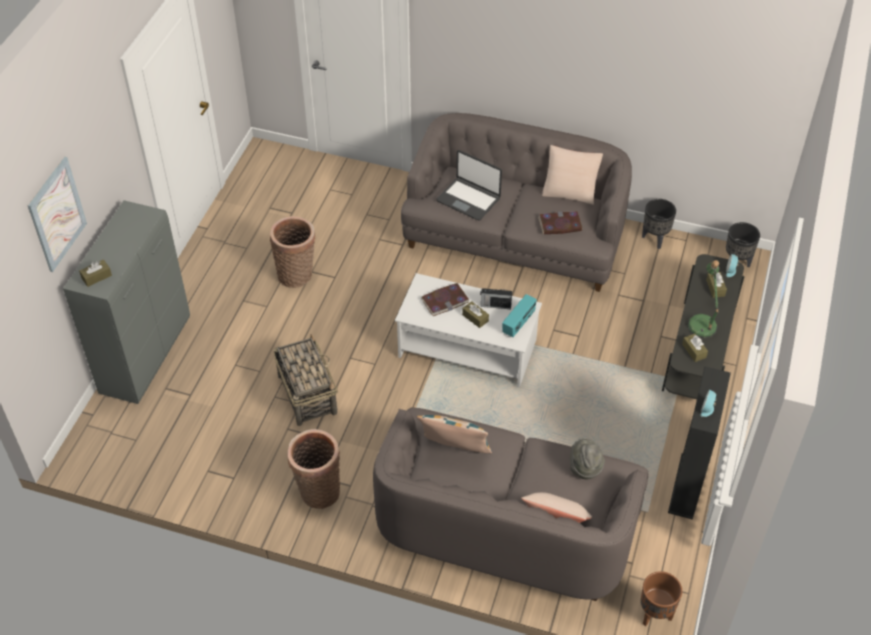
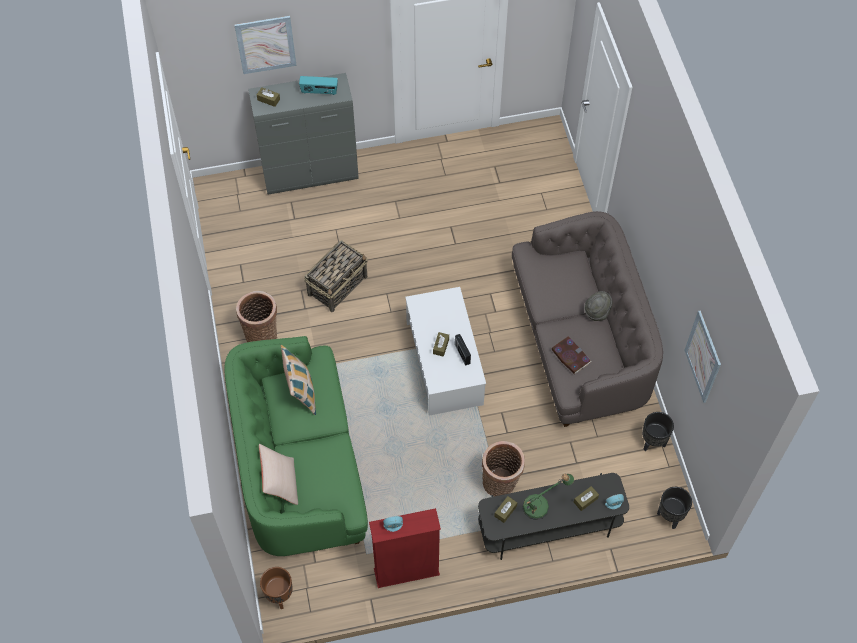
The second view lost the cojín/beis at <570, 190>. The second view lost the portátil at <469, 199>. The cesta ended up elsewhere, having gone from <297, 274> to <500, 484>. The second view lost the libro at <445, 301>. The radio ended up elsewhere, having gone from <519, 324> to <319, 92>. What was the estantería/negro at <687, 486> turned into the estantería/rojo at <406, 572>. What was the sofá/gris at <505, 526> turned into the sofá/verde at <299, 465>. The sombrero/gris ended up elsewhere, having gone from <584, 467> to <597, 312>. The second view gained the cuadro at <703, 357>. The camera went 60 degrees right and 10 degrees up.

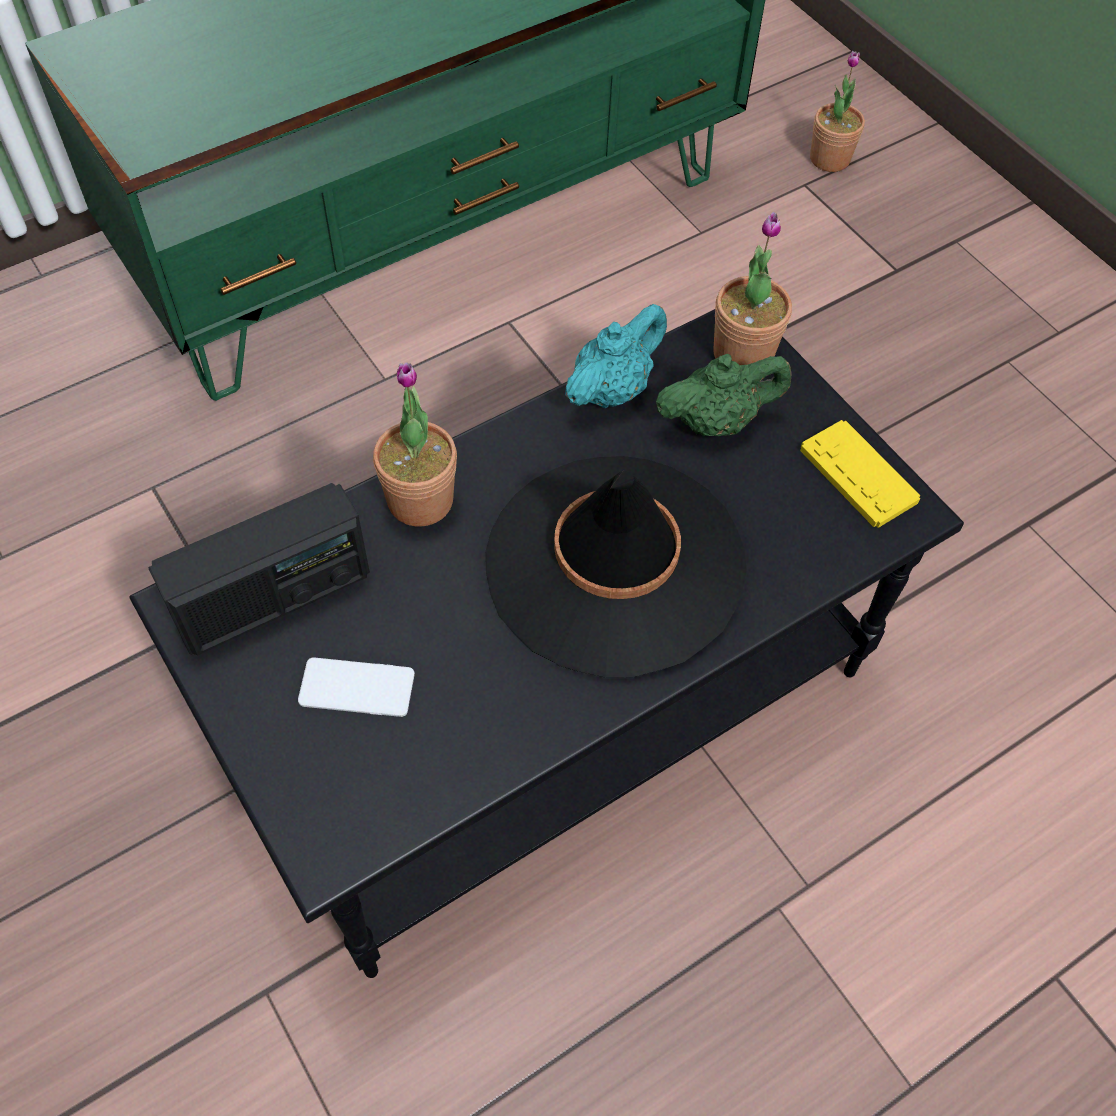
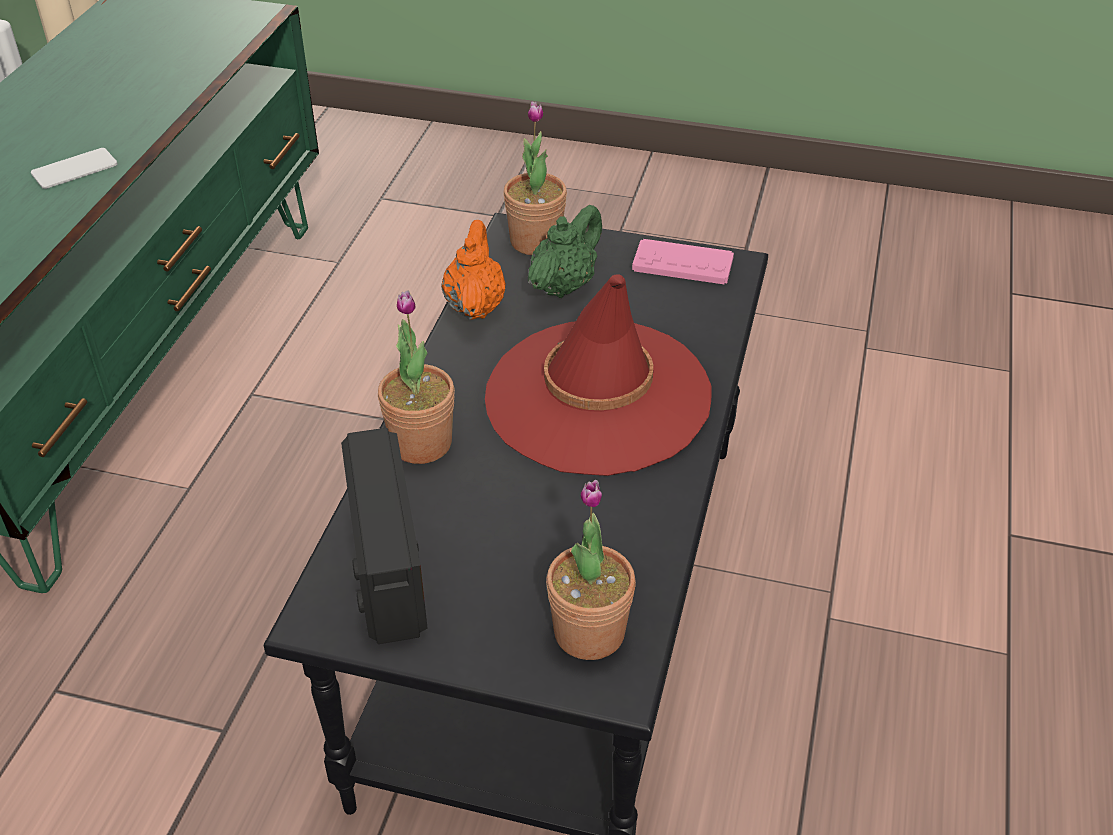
The planta en maceta ended up elsewhere, having gone from <829, 159> to <589, 632>. What was the tetera/turquesa at <612, 389> turned into the tetera/naranja at <475, 306>. What was the mando de consola/amarillo at <858, 475> turned into the mando de consola/rosa at <682, 264>. What was the sombrero/negro at <614, 564> turned into the sombrero/rojo at <597, 397>. The radio at <274, 598> ended up facing another way, 150 degrees clockwise from before. The móvil ended up elsewhere, having gone from <357, 688> to <74, 170>. The camera went 40 degrees left and 15 degrees down.

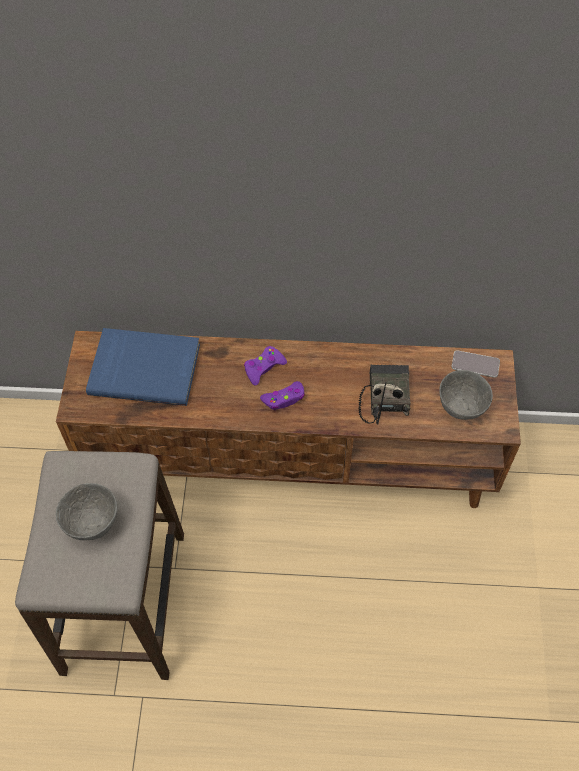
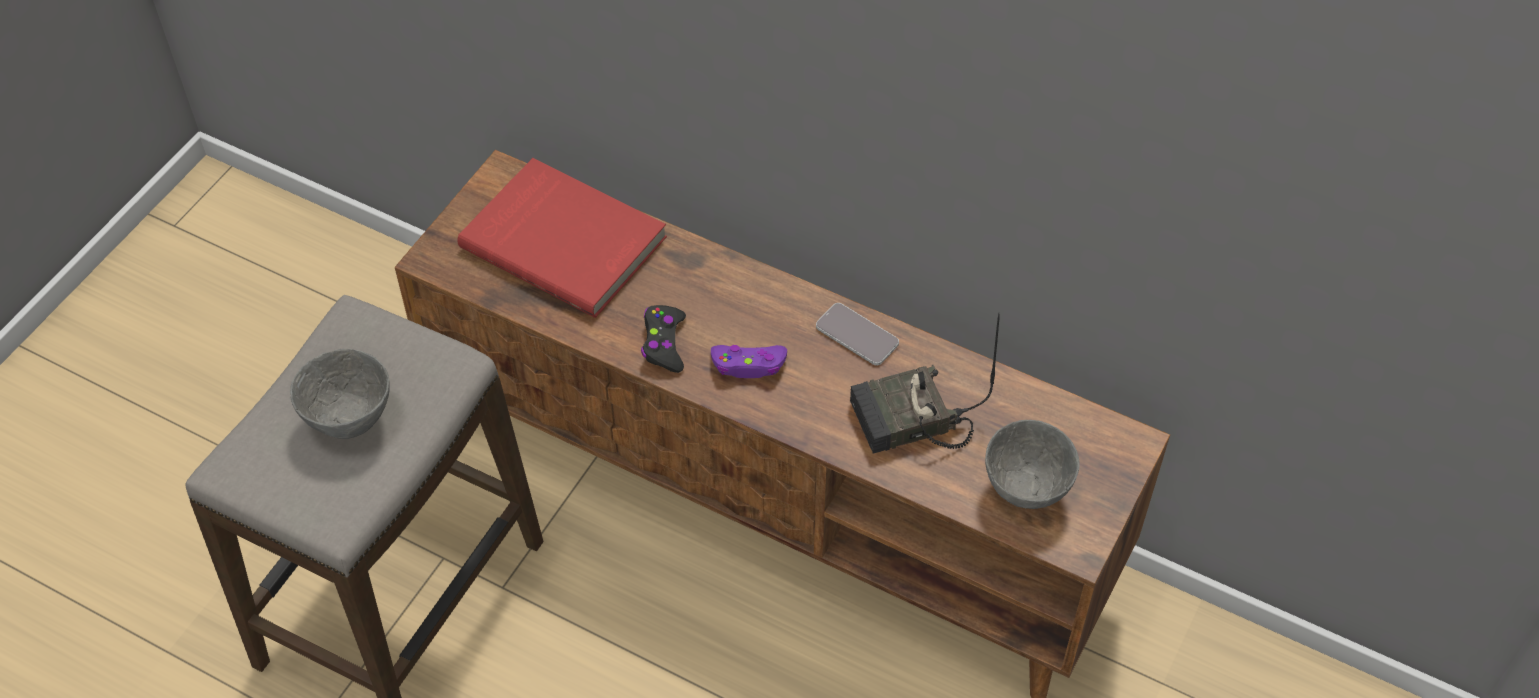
What was the libro/azul at <145, 368> turned into the libro/rojo at <565, 240>. The second view lost the mando de consola/morado at <264, 368>. The móvil ended up elsewhere, having gone from <475, 364> to <857, 335>. The radio at <384, 396> ended up facing another way, 135 degrees counterclockwise from before. The second view gained the mando de consola/negro at <664, 344>. The camera went 25 degrees right and 5 degrees down.

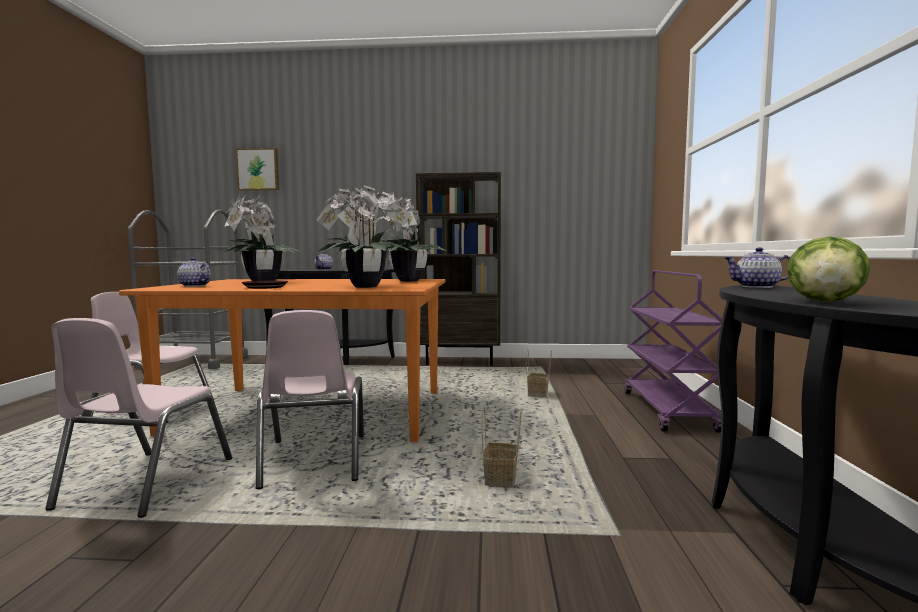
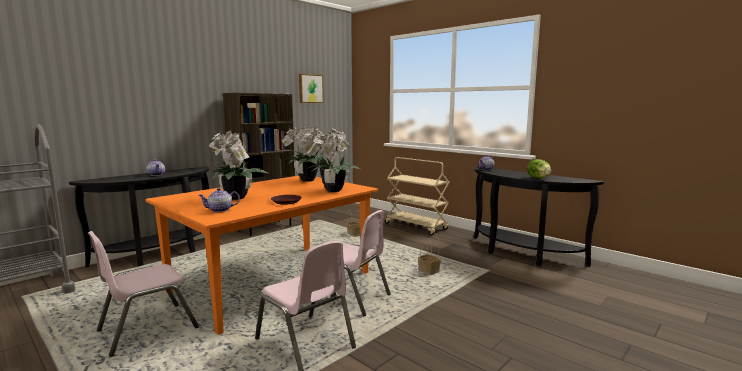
The cuadro ended up elsewhere, having gone from <258, 169> to <310, 88>. What was the carrito/morado at <668, 411> turned into the carrito/beis at <416, 226>. The camera went 50 degrees left and 5 degrees up.

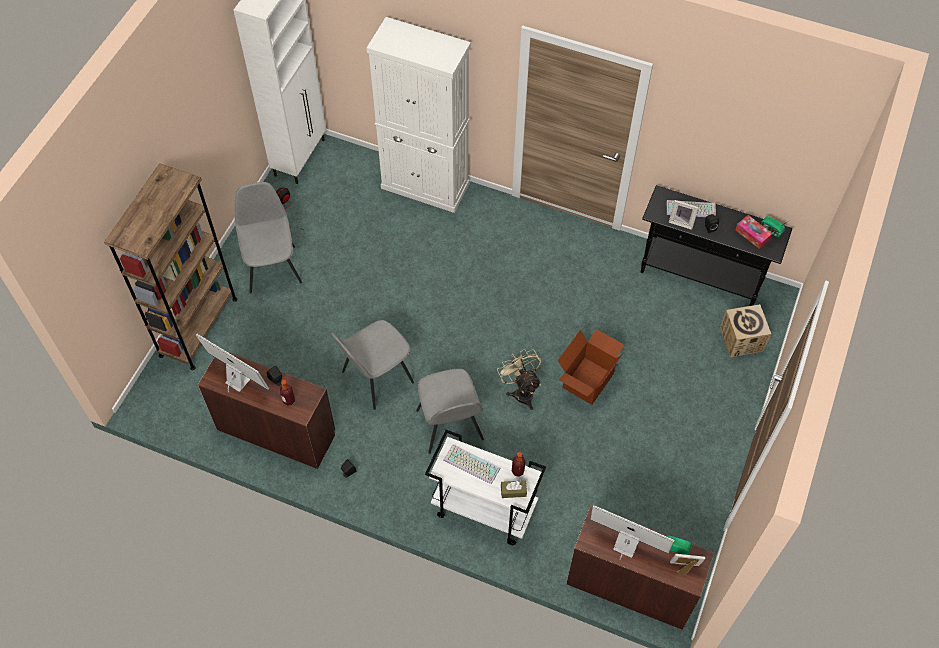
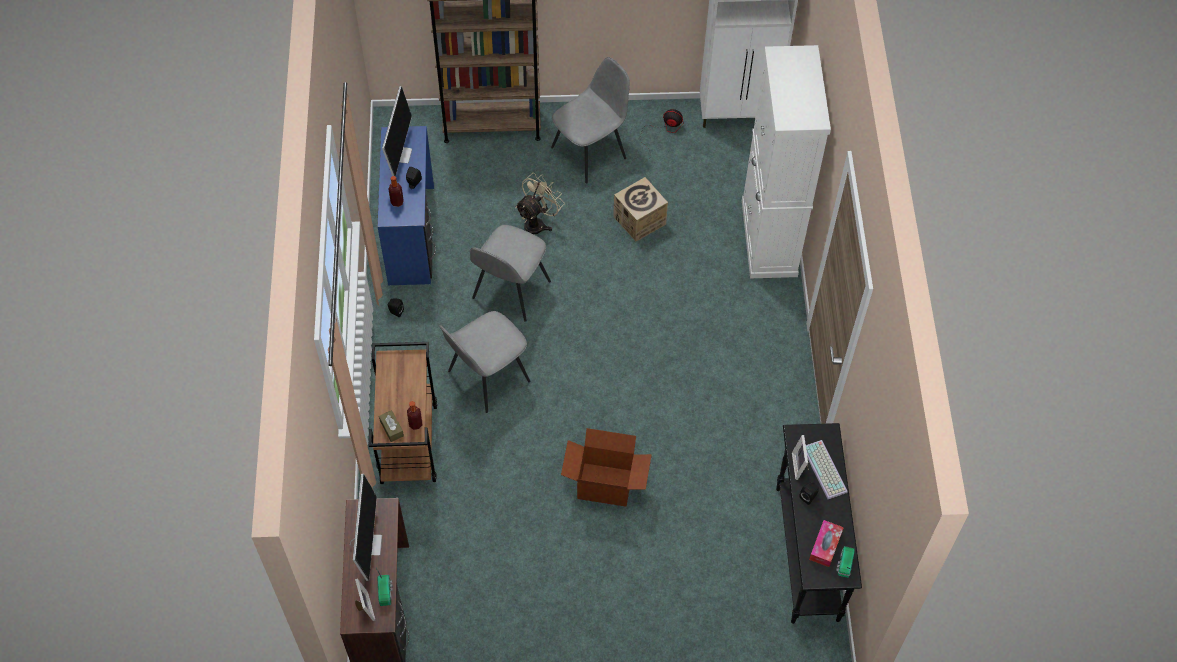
The caja de cartón ended up elsewhere, having gone from <741, 339> to <639, 220>. The silla/gris at <376, 378> ended up facing another way, 90 degrees counterclockwise from before. The ventilador/beis ended up elsewhere, having gone from <521, 391> to <537, 223>. What was the escritorio/marrón at <276, 430> turned into the escritorio/azul at <412, 235>. What was the carrito/blanco at <483, 509> turned into the carrito/marrón at <408, 442>. The second view lost the teclado at <470, 464>. The camera went 65 degrees right and 0 degrees up.

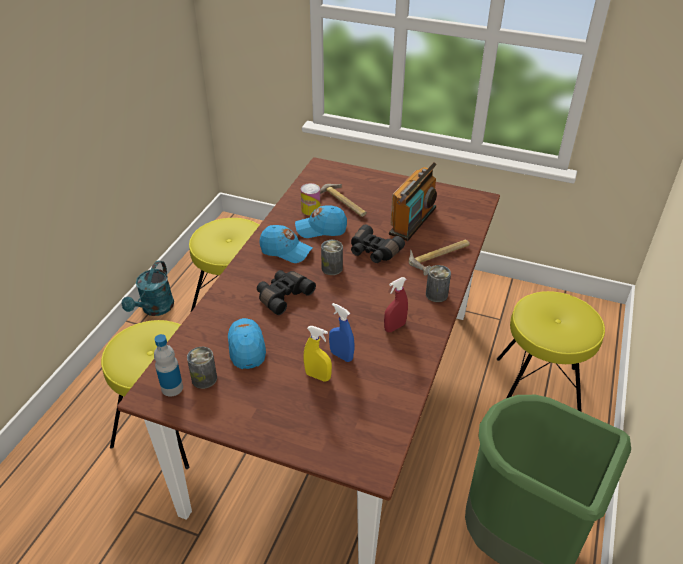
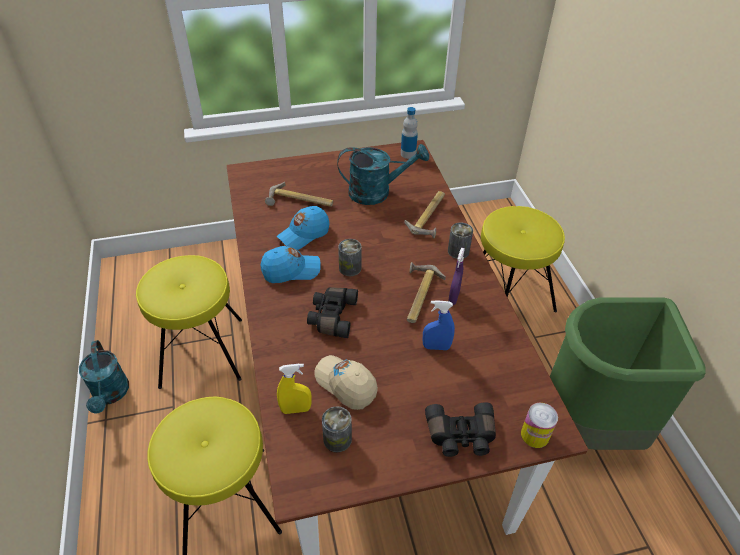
Where the radio stood at <413, 221>, the regadera/turquesa came to stand at <377, 192>. The lata ended up elsewhere, having gone from <311, 210> to <535, 435>. The prismáticos/negro ended up elsewhere, having gone from <373, 252> to <460, 436>. What was the pulverizador/rojo at <394, 327> turned into the pulverizador/morado at <453, 297>. What was the gorra/azul at <246, 347> turned into the gorra/beis at <346, 384>. The pulverizador/amarillo ended up elsewhere, having gone from <318, 376> to <296, 409>. The botella ended up elsewhere, having gone from <172, 388> to <408, 154>. The second view gained the martillo at <418, 295>. The camera went 35 degrees left and 5 degrees up.

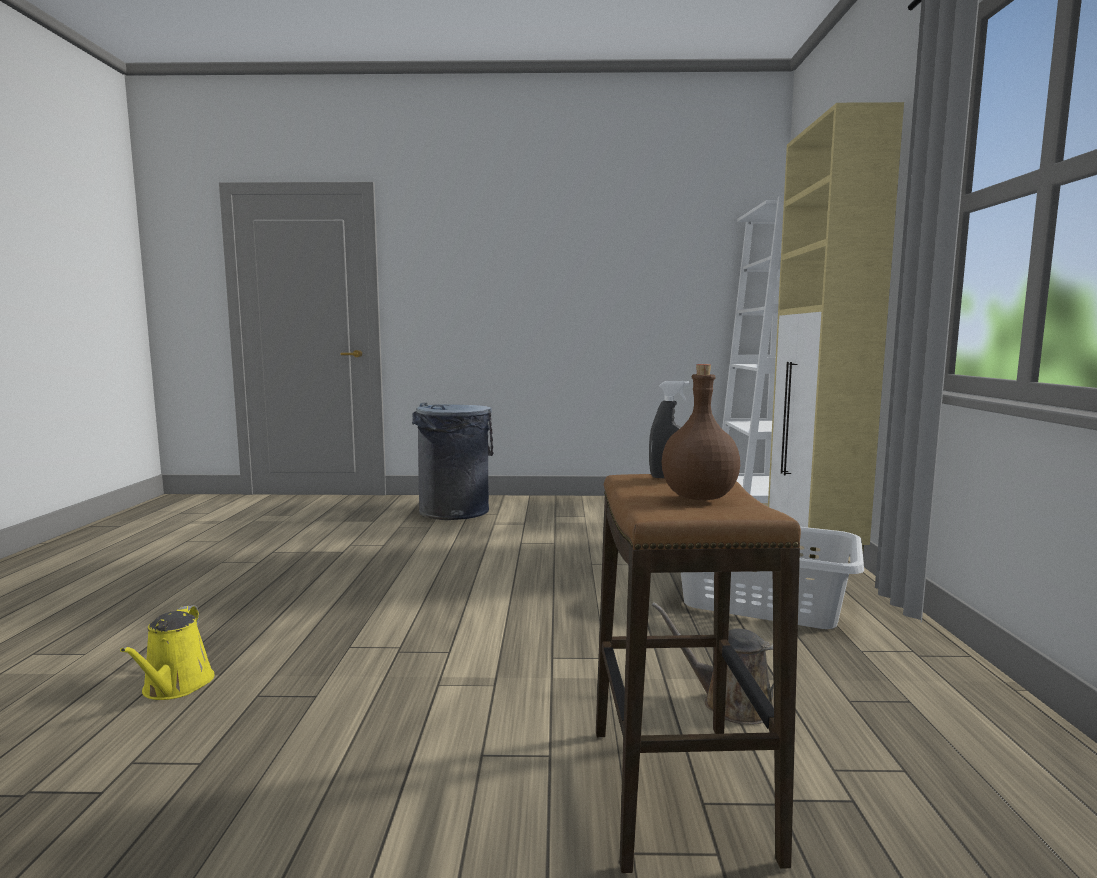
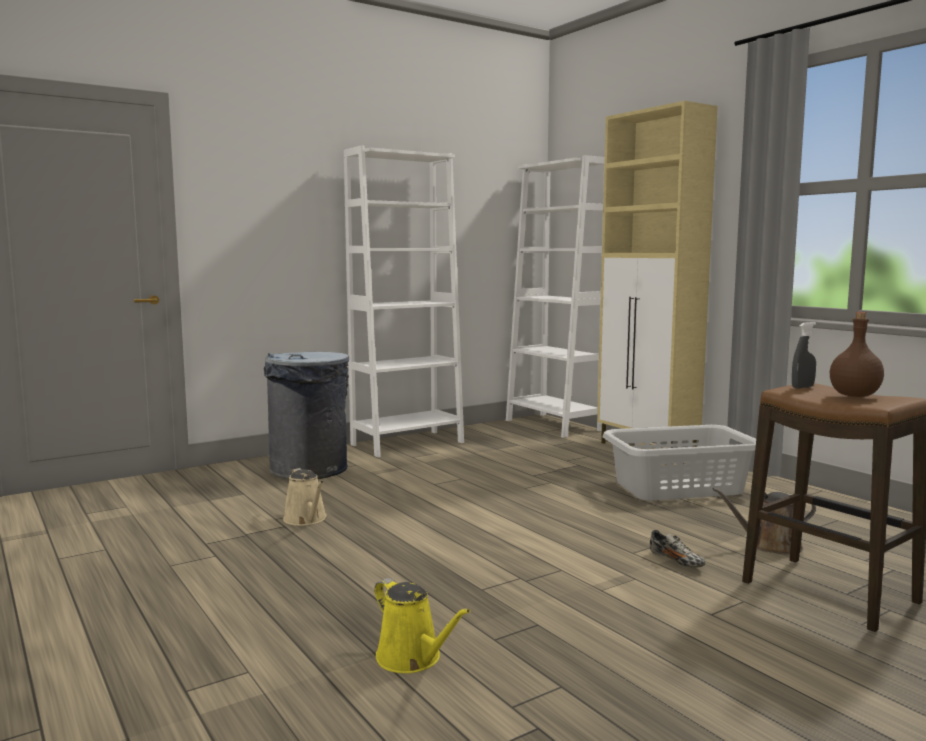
The second view gained the estantería/blanco at <407, 443>. The second view gained the regadera/beis at <306, 519>. The second view gained the zapato at <676, 562>. The camera went 35 degrees left and 0 degrees up.

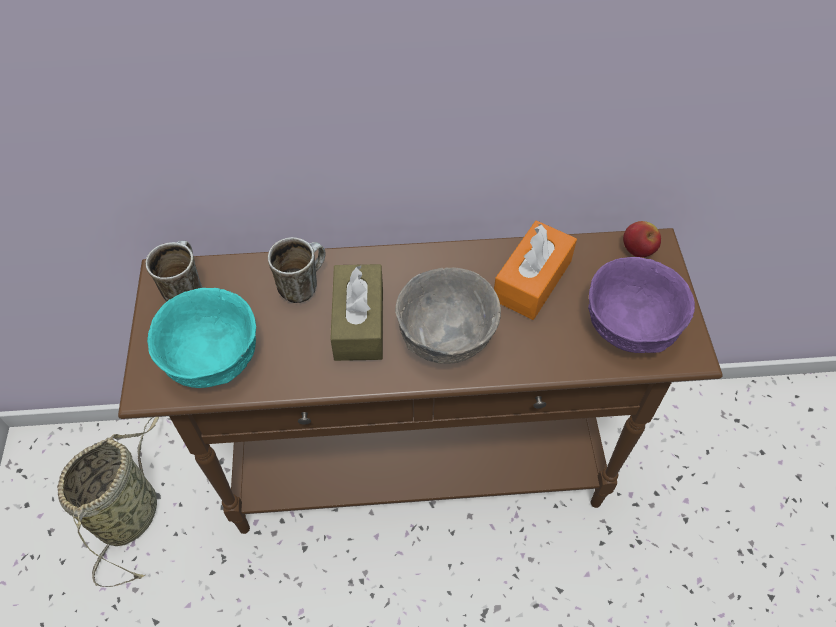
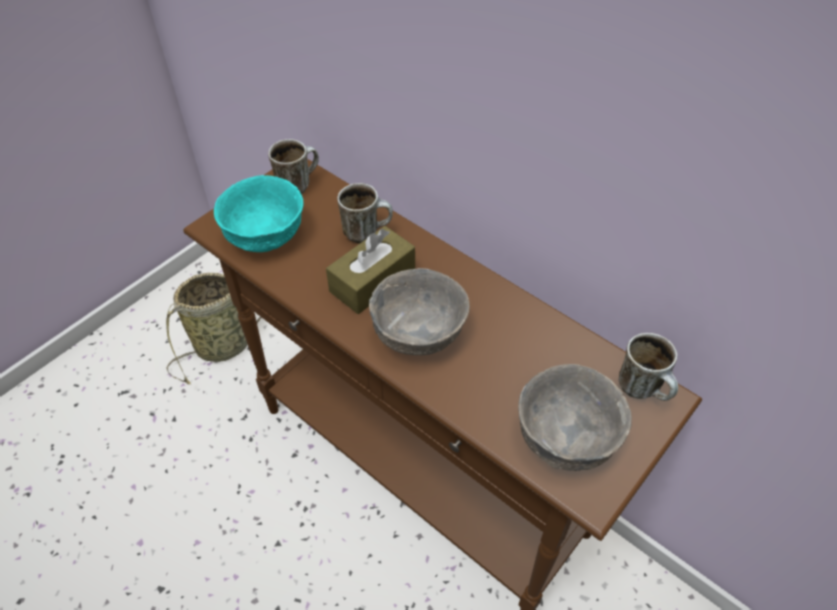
The second view lost the caja de pañuelos/naranja at <532, 280>. Where the manzana stood at <637, 250>, the taza grande came to stand at <644, 390>. What was the cuenco/morado at <632, 325> turned into the cuenco/gris at <567, 438>. The camera went 45 degrees right and 5 degrees down.

